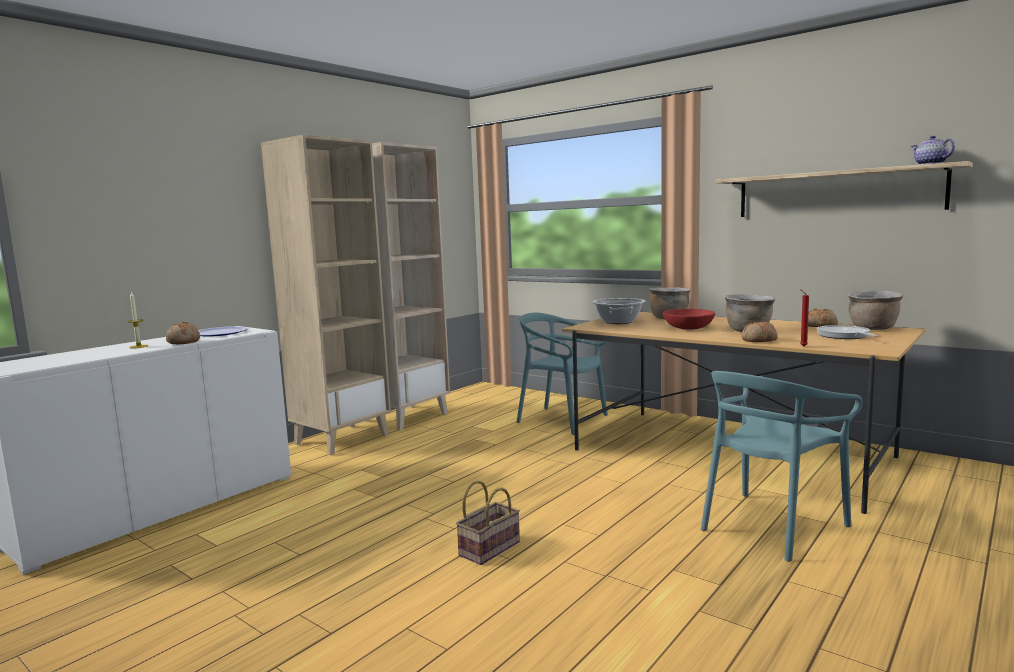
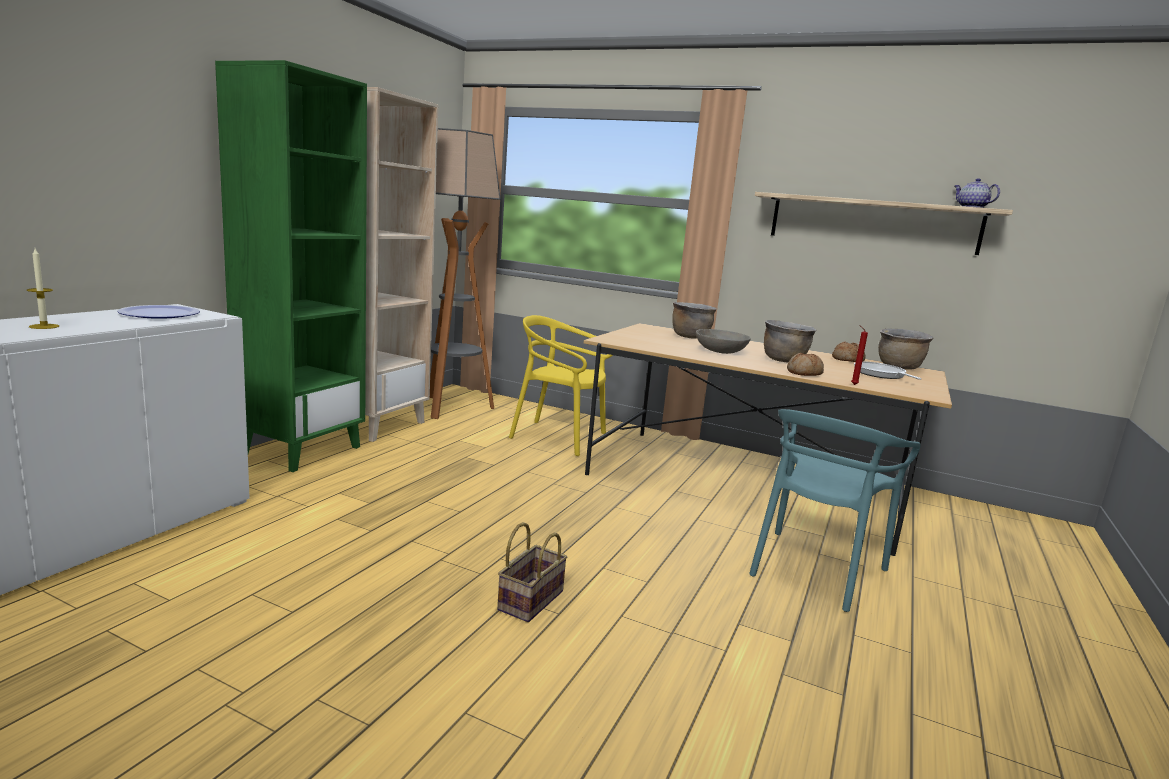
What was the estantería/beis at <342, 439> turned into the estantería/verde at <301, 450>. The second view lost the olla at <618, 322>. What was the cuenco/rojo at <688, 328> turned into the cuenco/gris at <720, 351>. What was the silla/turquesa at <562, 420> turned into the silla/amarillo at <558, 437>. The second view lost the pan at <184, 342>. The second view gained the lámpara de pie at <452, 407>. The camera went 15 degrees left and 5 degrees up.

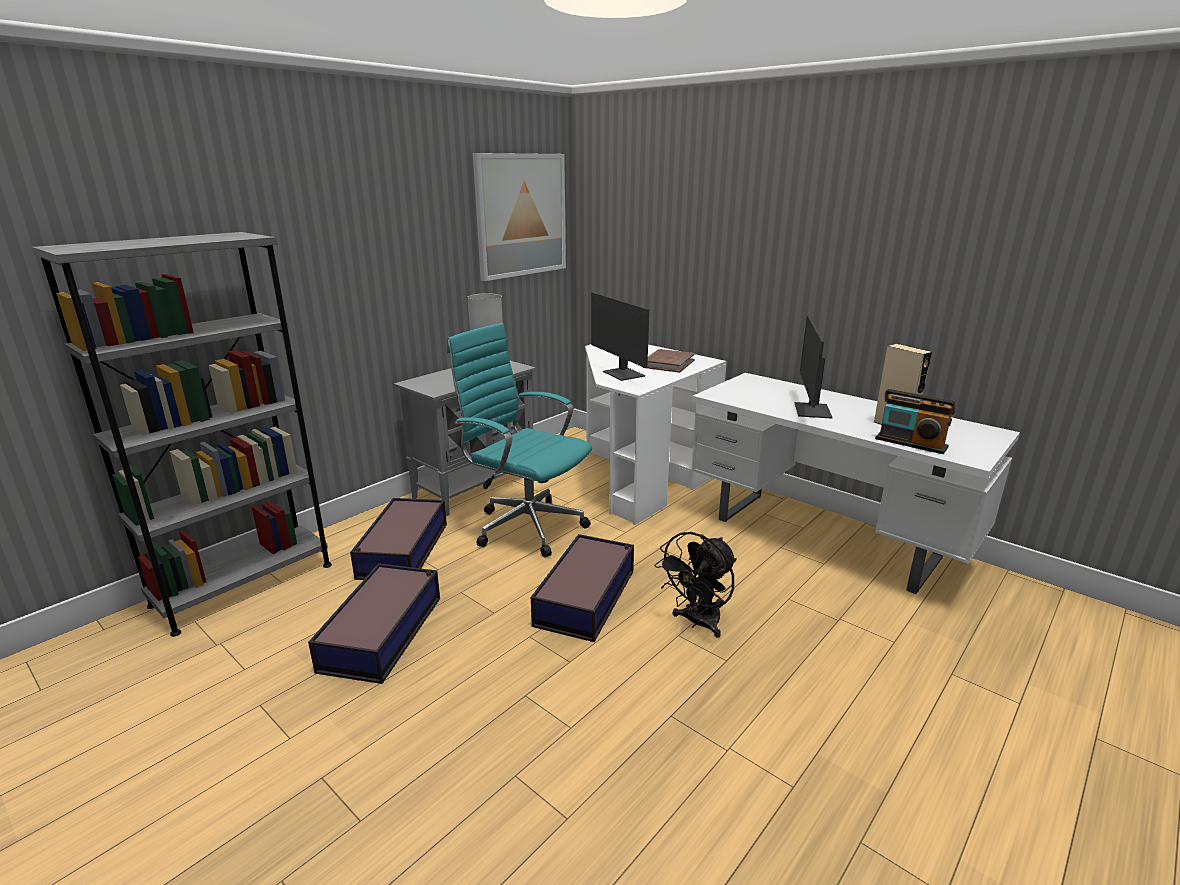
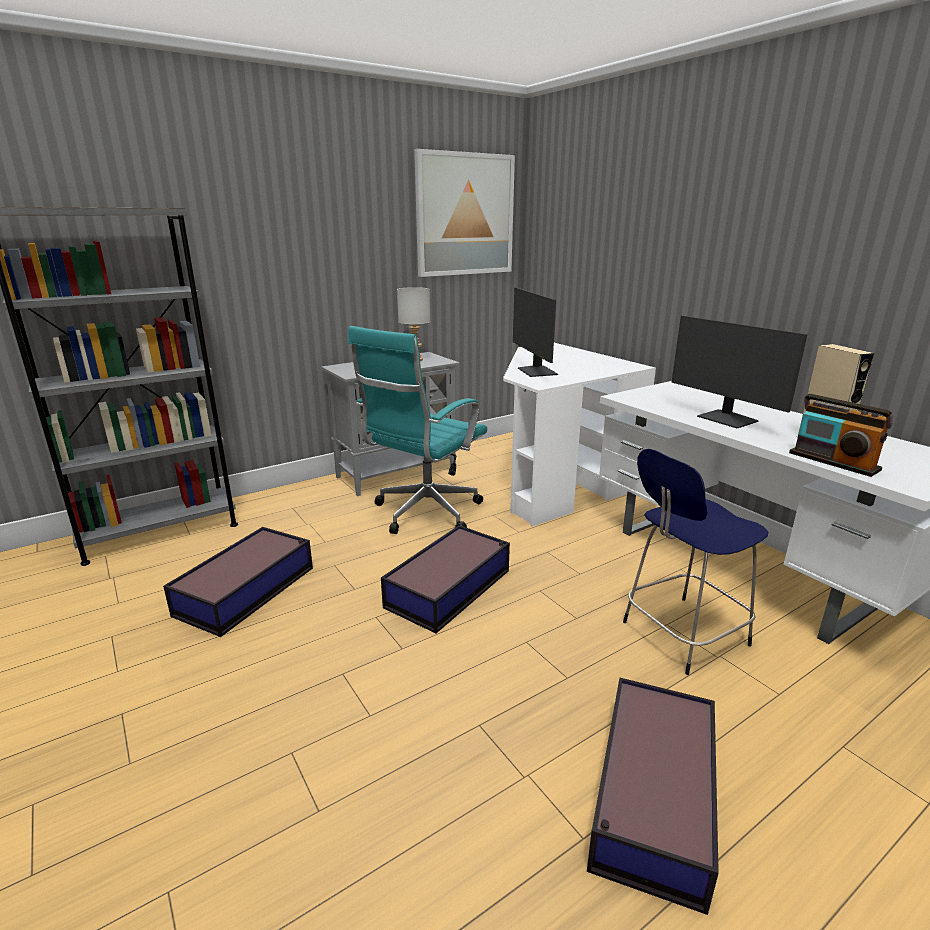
The monitor at <811, 410> ended up facing another way, 60 degrees counterclockwise from before. The silla de oficina/turquesa at <525, 526> ended up facing another way, 105 degrees counterclockwise from before. The second view lost the libro/marrón at <668, 364>. The caja de almacenaje ended up elsewhere, having gone from <402, 551> to <652, 799>. The second view lost the ventilador/negro at <697, 623>. The second view gained the taburete/azul at <681, 634>. The camera went 15 degrees right and 0 degrees up.

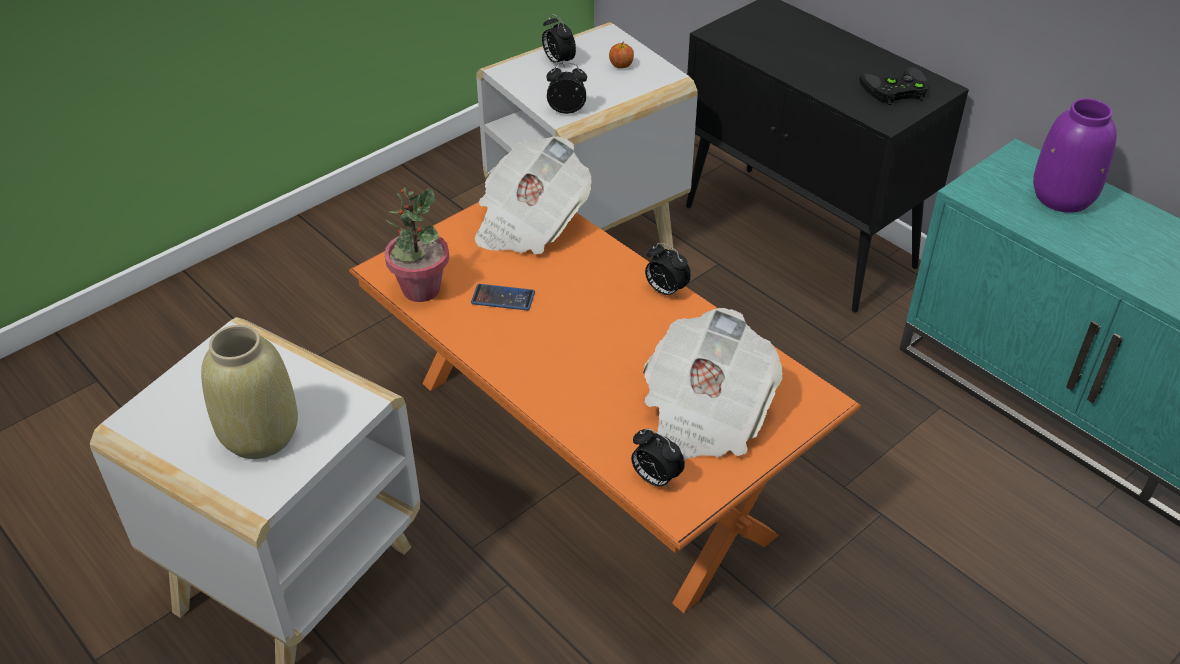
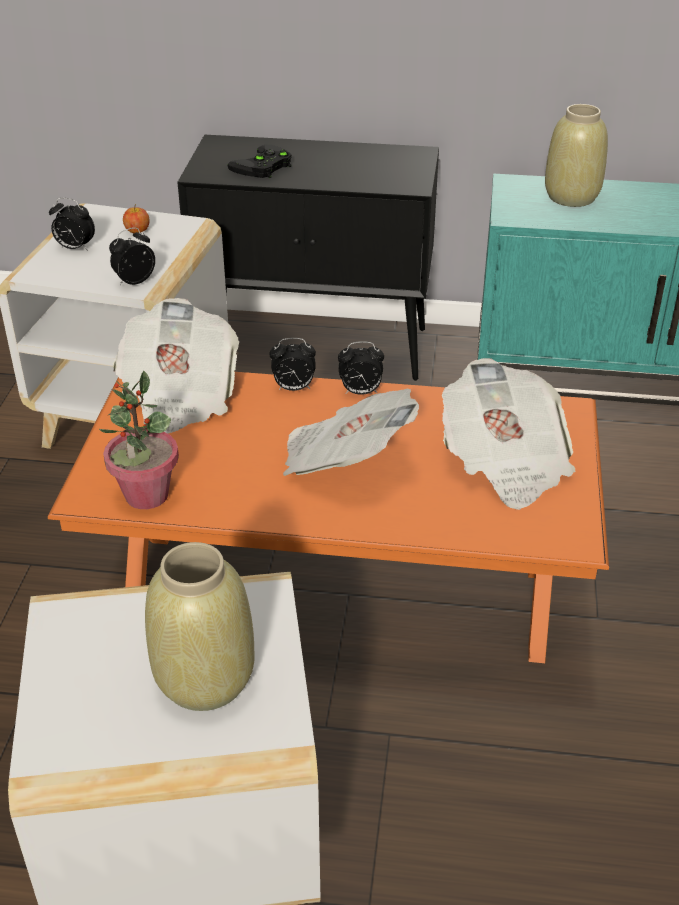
The mando de consola/negro ended up elsewhere, having gone from <893, 91> to <262, 167>. What was the florero/morado at <1062, 198> turned into the florero/beis at <572, 197>. The second view lost the móvil at <503, 298>. The despertador ended up elsewhere, having gone from <655, 478> to <293, 388>. The second view gained the periódico at <345, 461>. The camera went 40 degrees left and 5 degrees down.

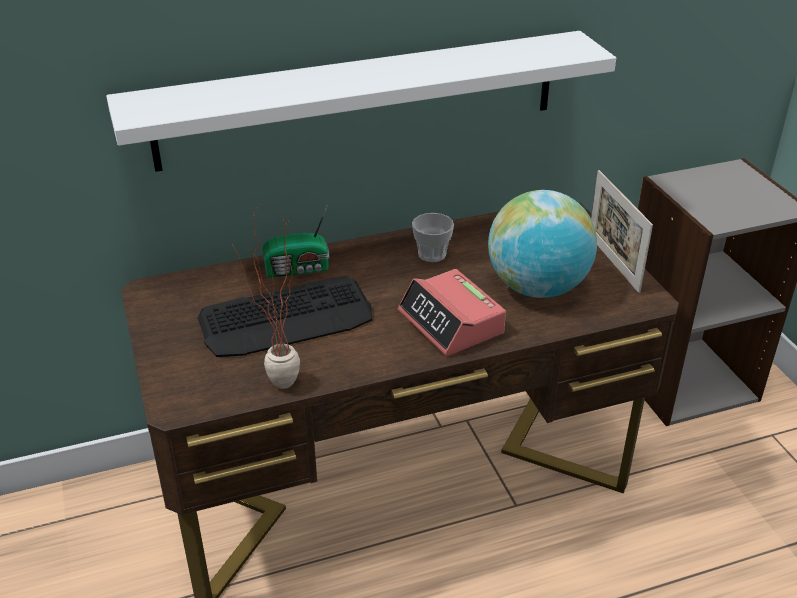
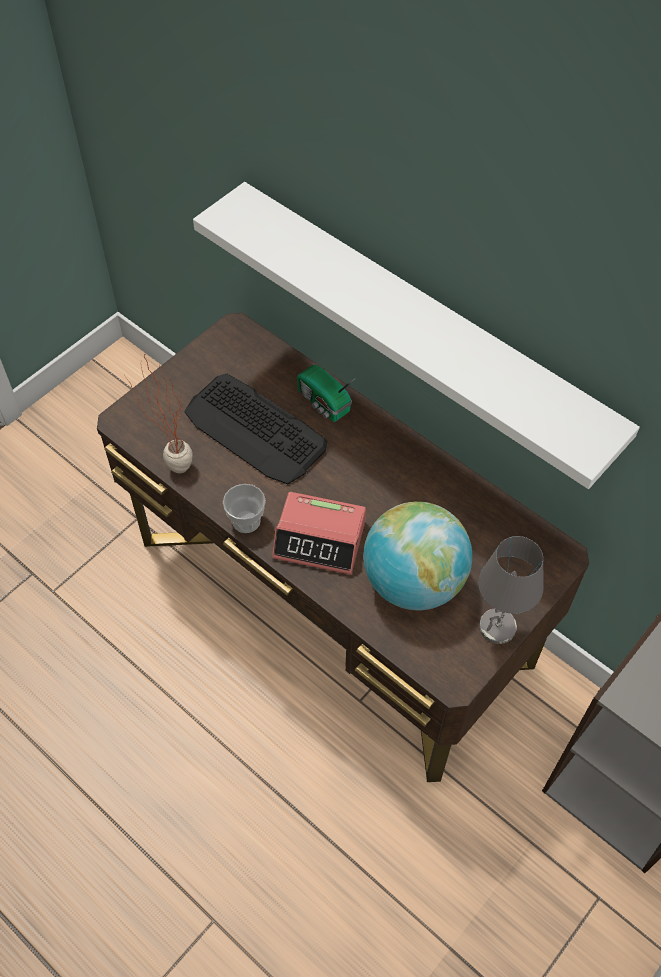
Where the portarretratos stood at <613, 263>, the lámpara de mesa/gris came to stand at <497, 628>. The taza ended up elsewhere, having gone from <432, 254> to <246, 521>. The despertador at <451, 323> ended up facing another way, 105 degrees counterclockwise from before. The camera went 60 degrees right and 20 degrees up.

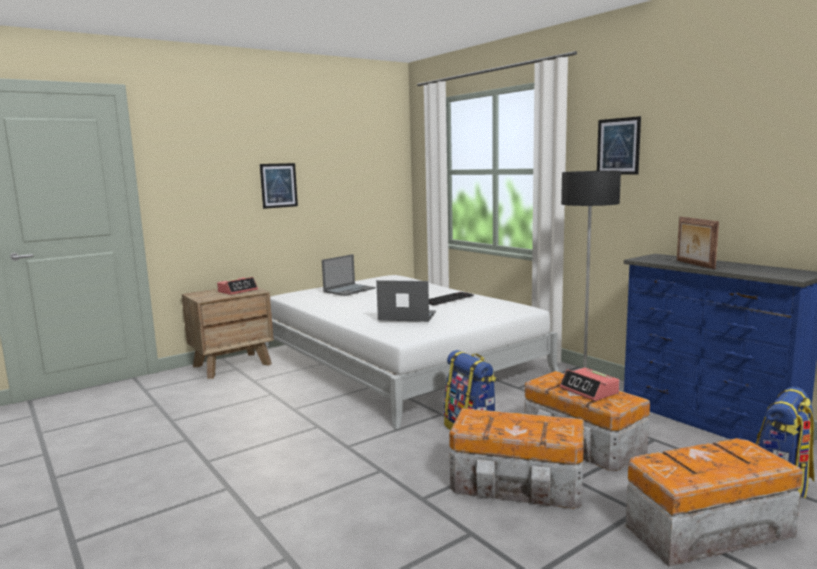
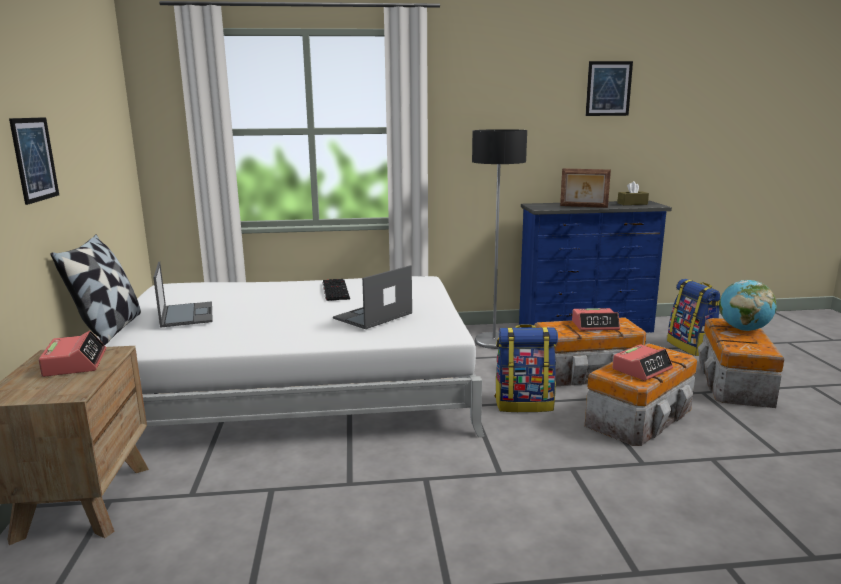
The cuadro ended up elsewhere, having gone from <618, 146> to <608, 88>. The second view gained the caja de pañuelos/marrón at <632, 204>. The second view gained the cojín at <110, 329>. The second view gained the globo terráqueo at <743, 329>. The second view gained the despertador at <642, 369>. The camera went 60 degrees left and 5 degrees up.

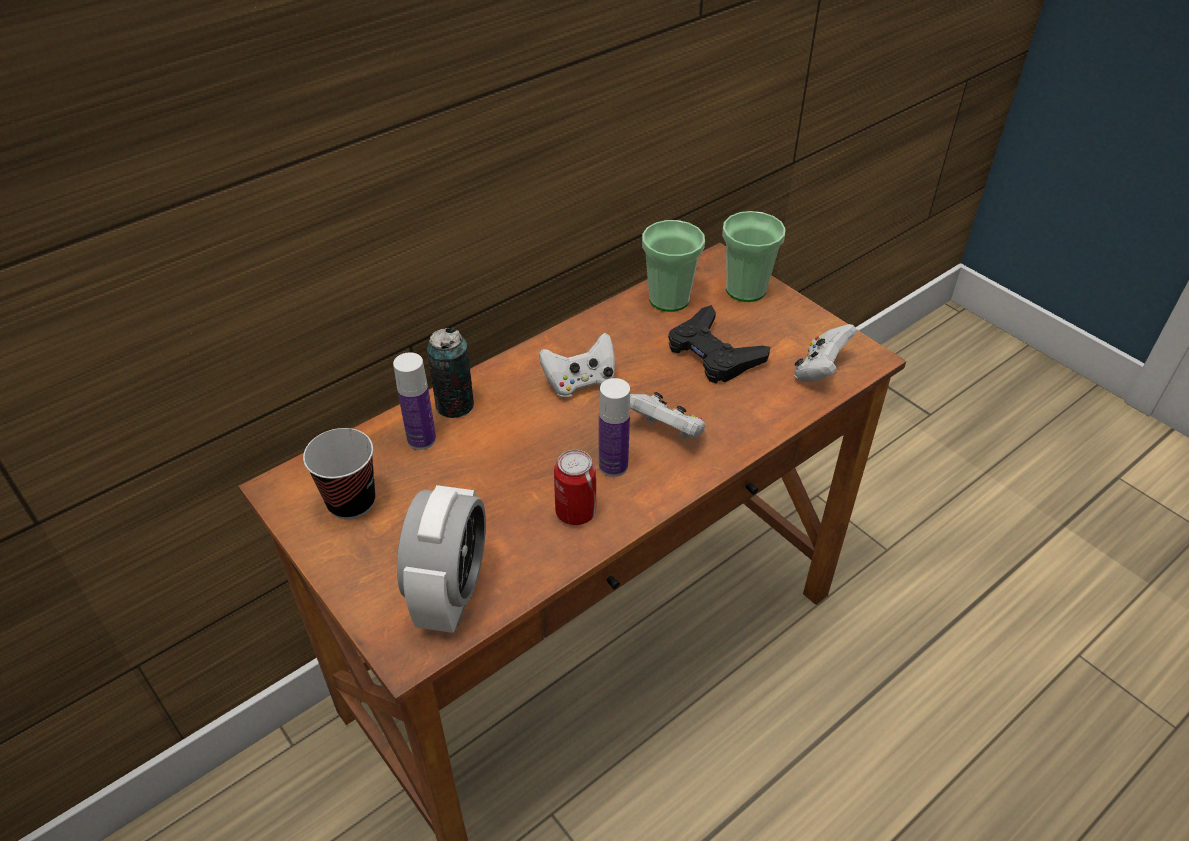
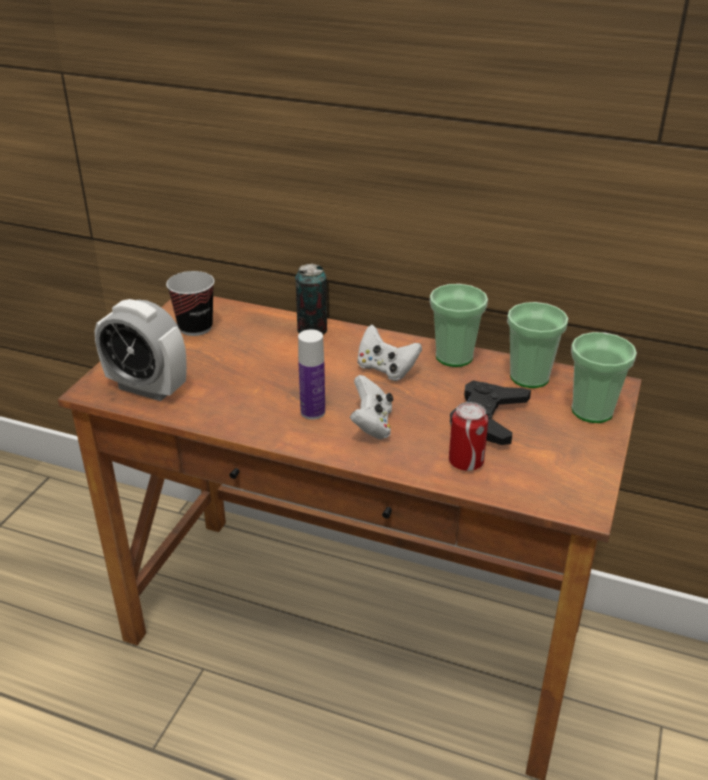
The second view lost the mando de consola/blanco at <820, 370>. The second view lost the botella at <421, 439>. The lata ended up elsewhere, having gone from <575, 512> to <466, 462>. The despertador at <451, 593> ended up facing another way, 45 degrees clockwise from before. The second view gained the taza at <454, 357>. The camera went 60 degrees right and 10 degrees down.

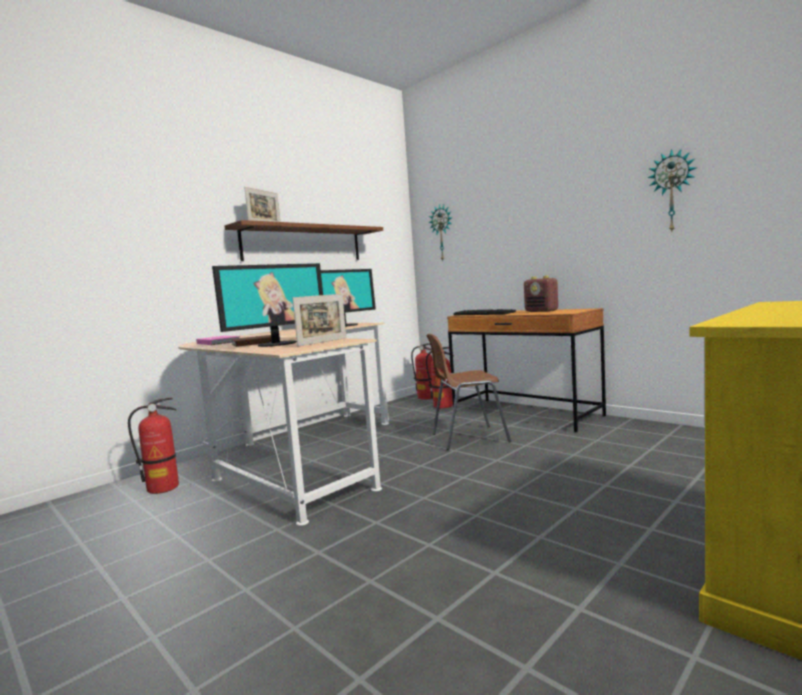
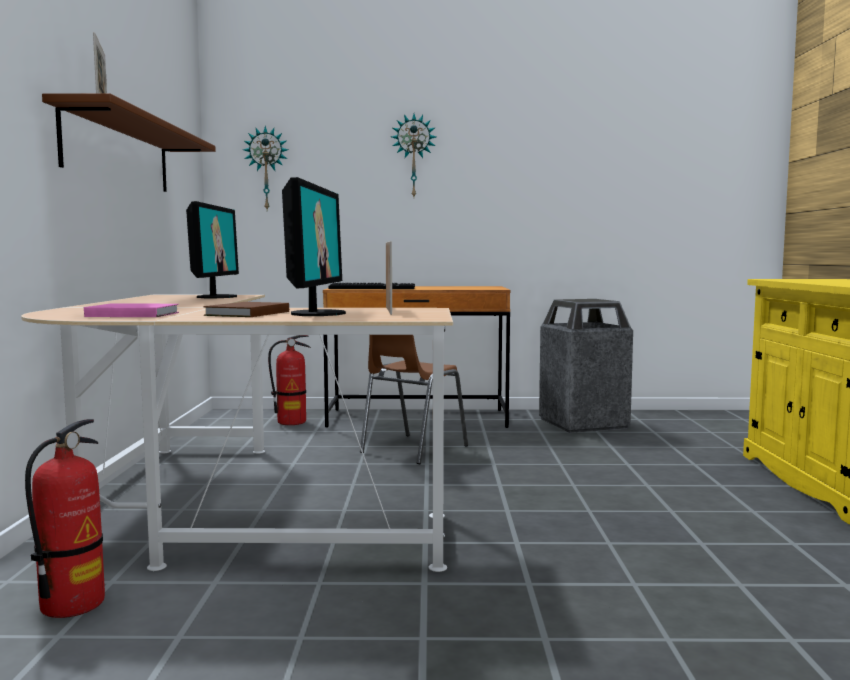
The reloj de pared ended up elsewhere, having gone from <672, 191> to <413, 156>. The second view lost the radio at <541, 311>. The second view lost the extintor at <426, 397>. The second view gained the papelera at <582, 424>. The camera went 45 degrees left and 0 degrees up.

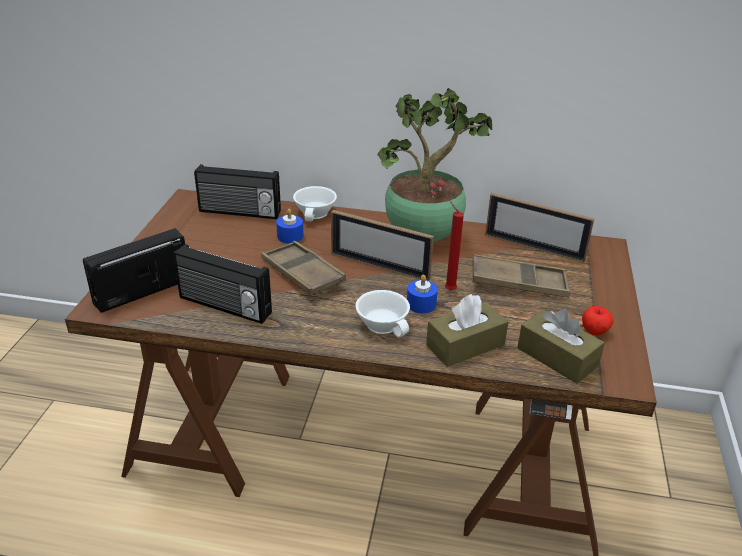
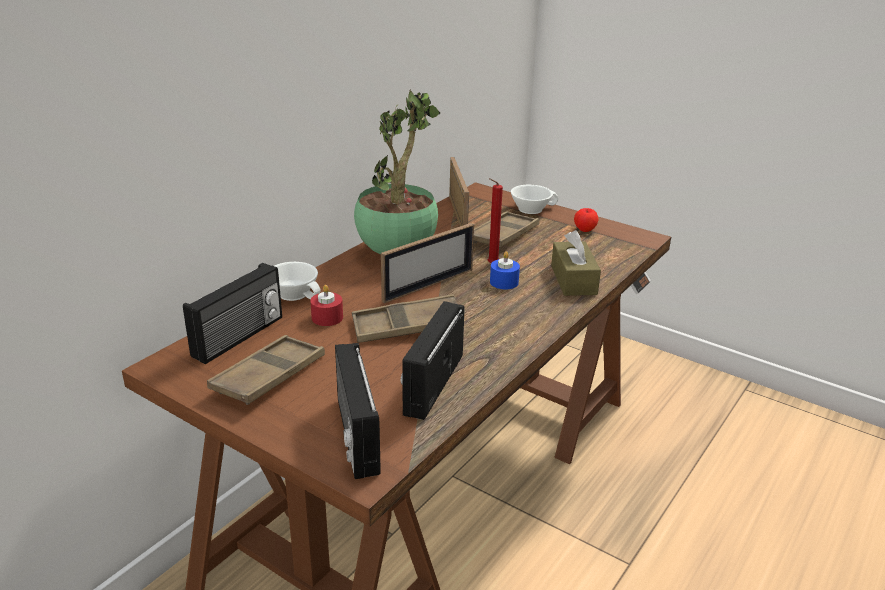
The portarretratos at <533, 247> ended up facing another way, 60 degrees counterclockwise from before. What was the vela/azul at <290, 236> turned into the vela/rojo at <327, 317>. The radio at <224, 306> ended up facing another way, 150 degrees clockwise from before. The taza/blanco ended up elsewhere, having gone from <384, 324> to <531, 208>. The second view lost the caja de pañuelos/marrón at <557, 357>. The second view gained the bandeja/marrón at <269, 376>. The camera went 65 degrees left and 5 degrees down.

